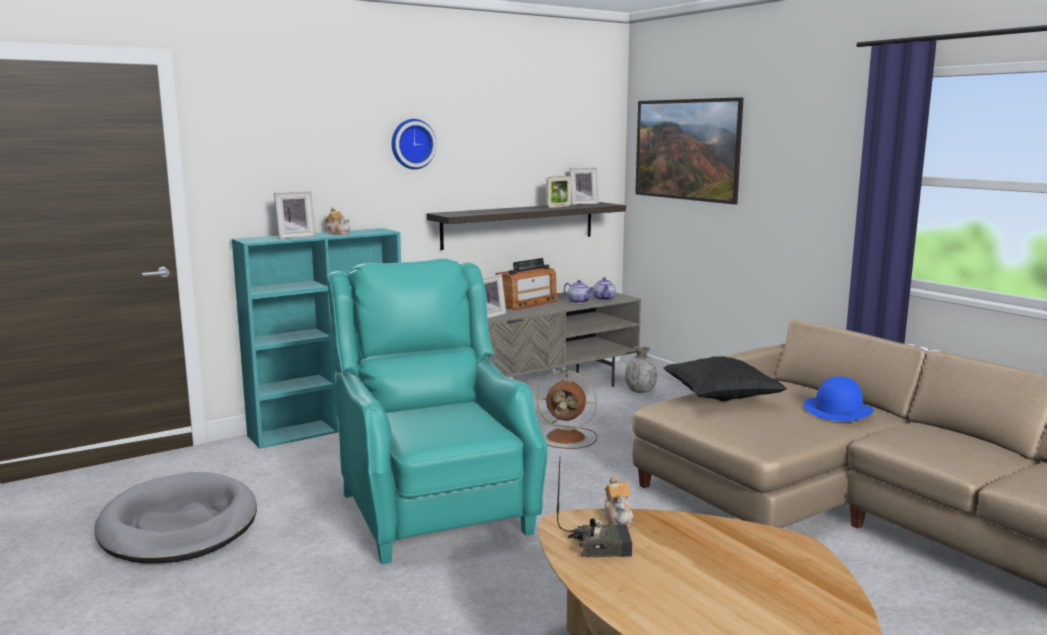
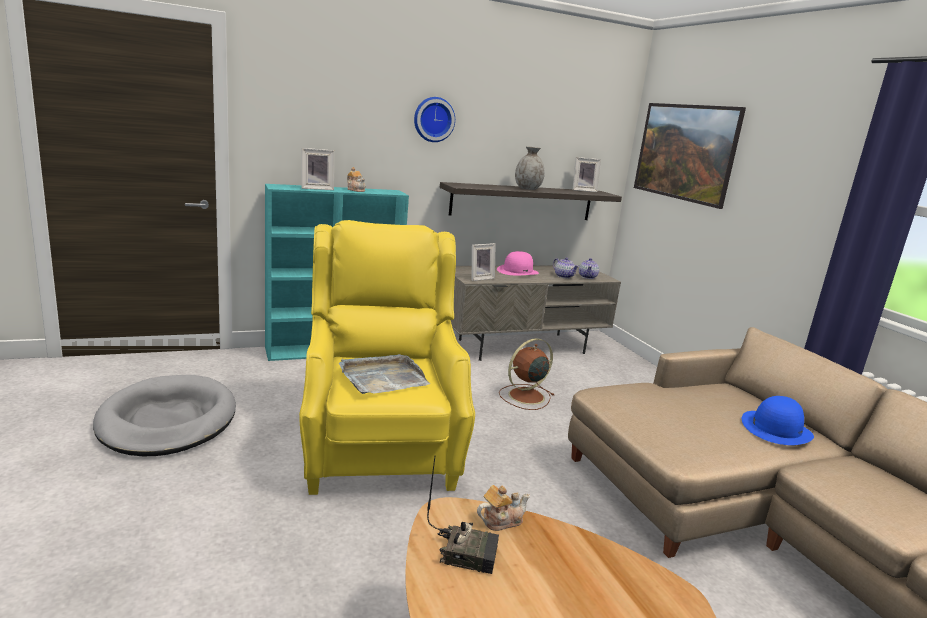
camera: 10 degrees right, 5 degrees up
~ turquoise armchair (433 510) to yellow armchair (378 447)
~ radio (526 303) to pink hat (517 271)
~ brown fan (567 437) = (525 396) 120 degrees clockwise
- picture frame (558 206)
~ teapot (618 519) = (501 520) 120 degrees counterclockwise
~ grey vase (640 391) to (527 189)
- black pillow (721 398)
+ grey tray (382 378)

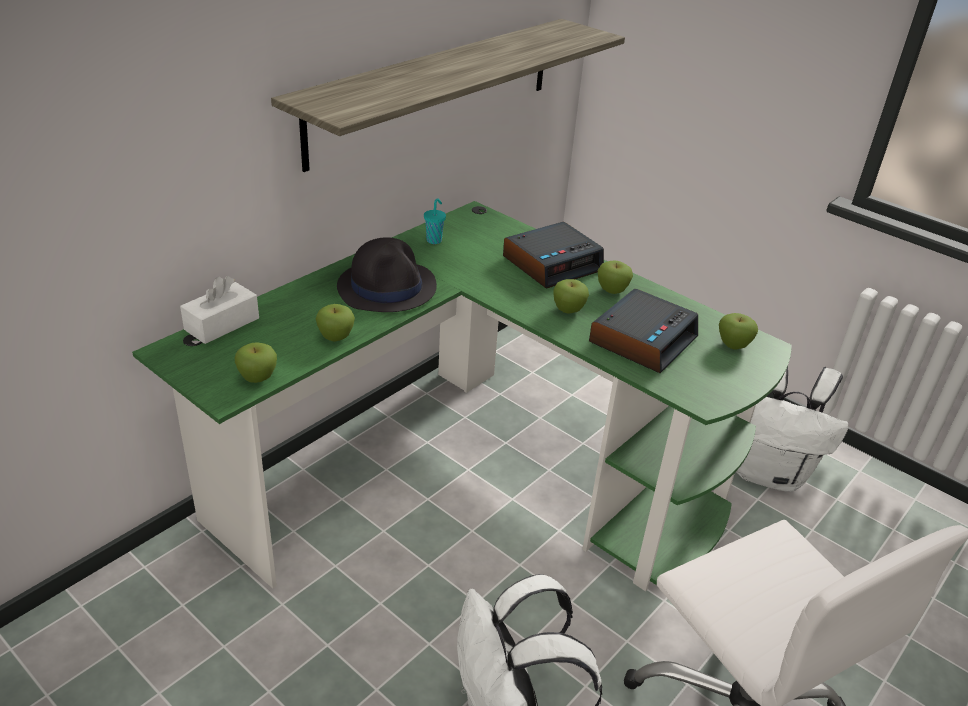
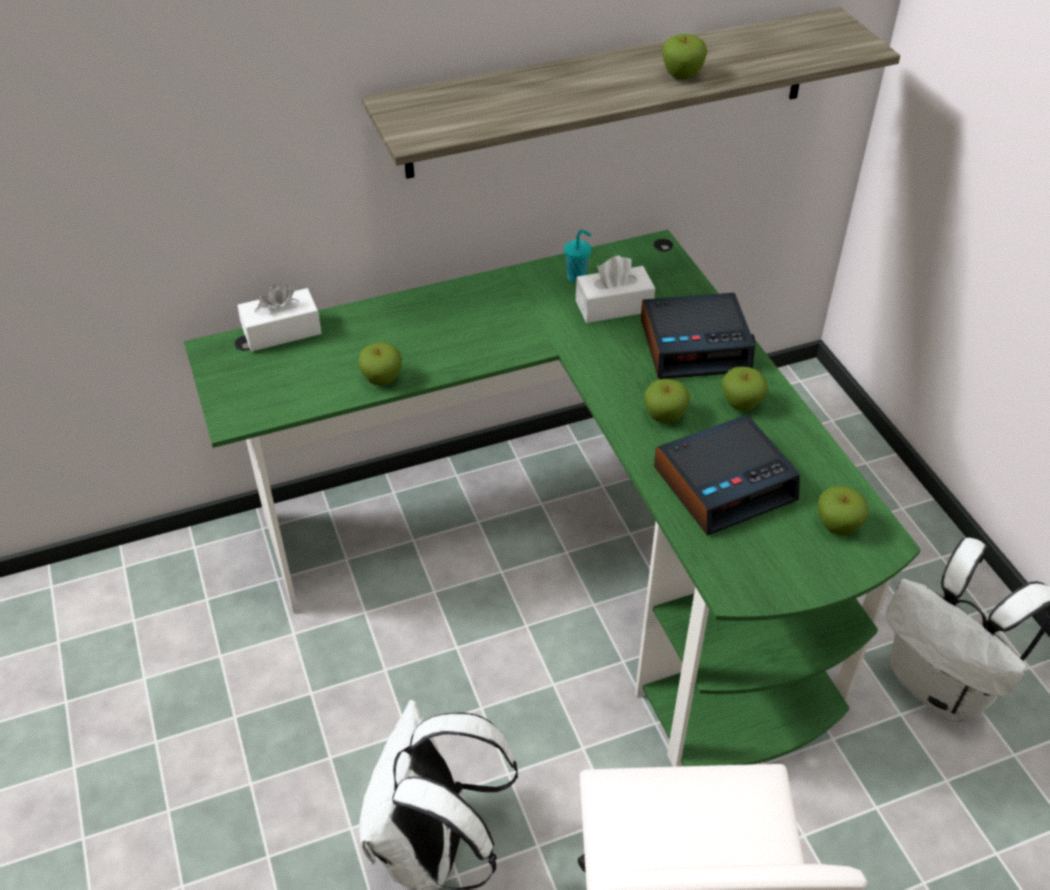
camera: 30 degrees right, 10 degrees up
~ apple (258 378) to (682 76)
- black hat (387 287)
+ white tissue box (614 306)

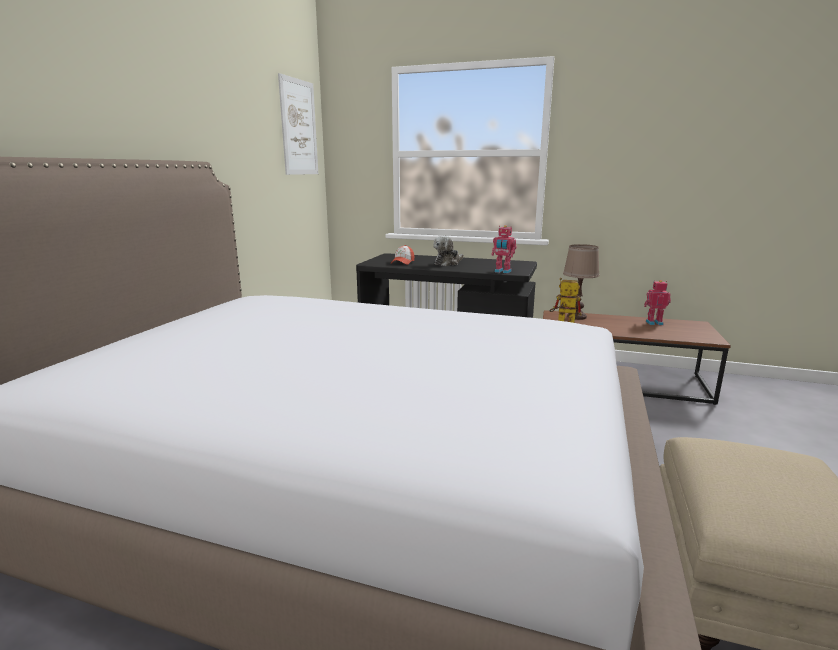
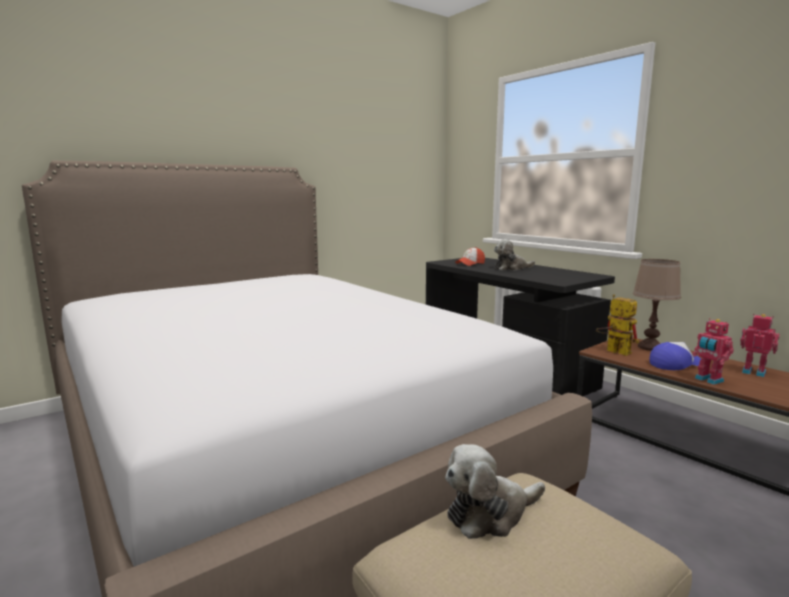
camera: 35 degrees right, 5 degrees down
- picture (299 127)
~ toy robot (502 272) to (708 380)
+ plush toy (490 514)
+ cap (675 364)

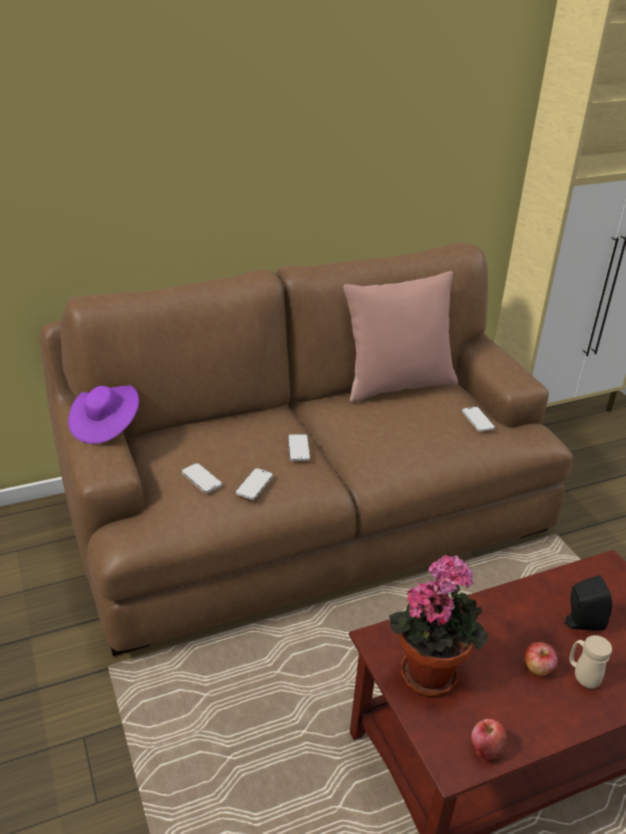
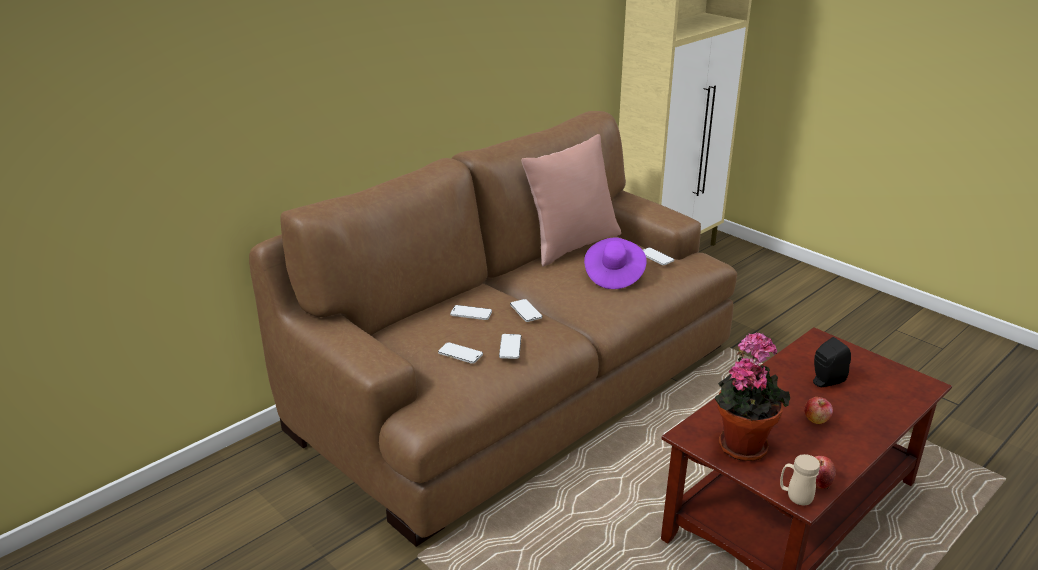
camera: 20 degrees left, 5 degrees down
~ purple hat (105 426) to (613 275)
~ beige mug (582 676) to (795 497)
+ phone (471 314)

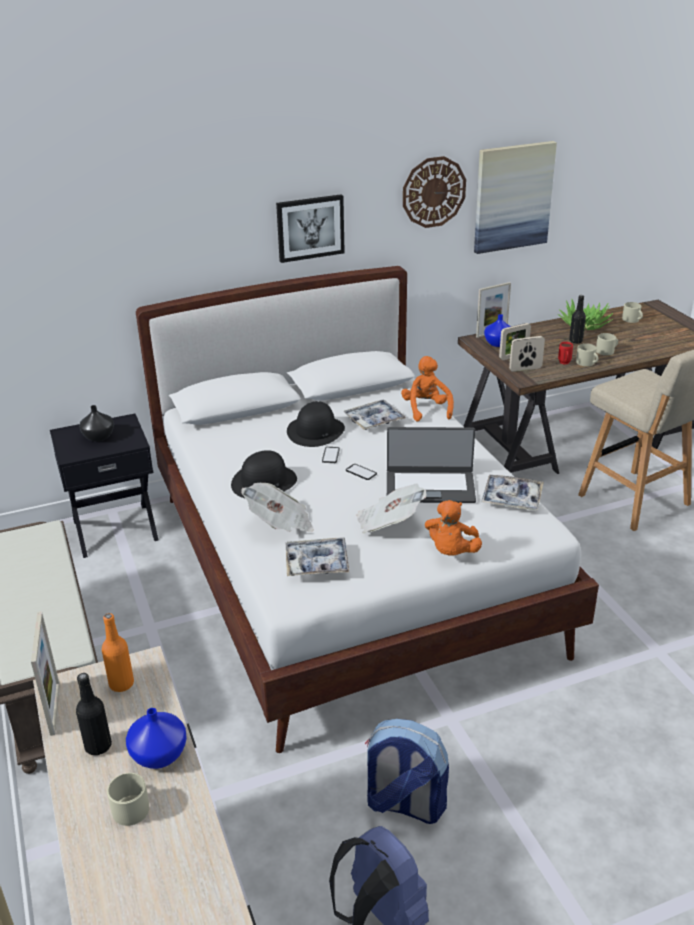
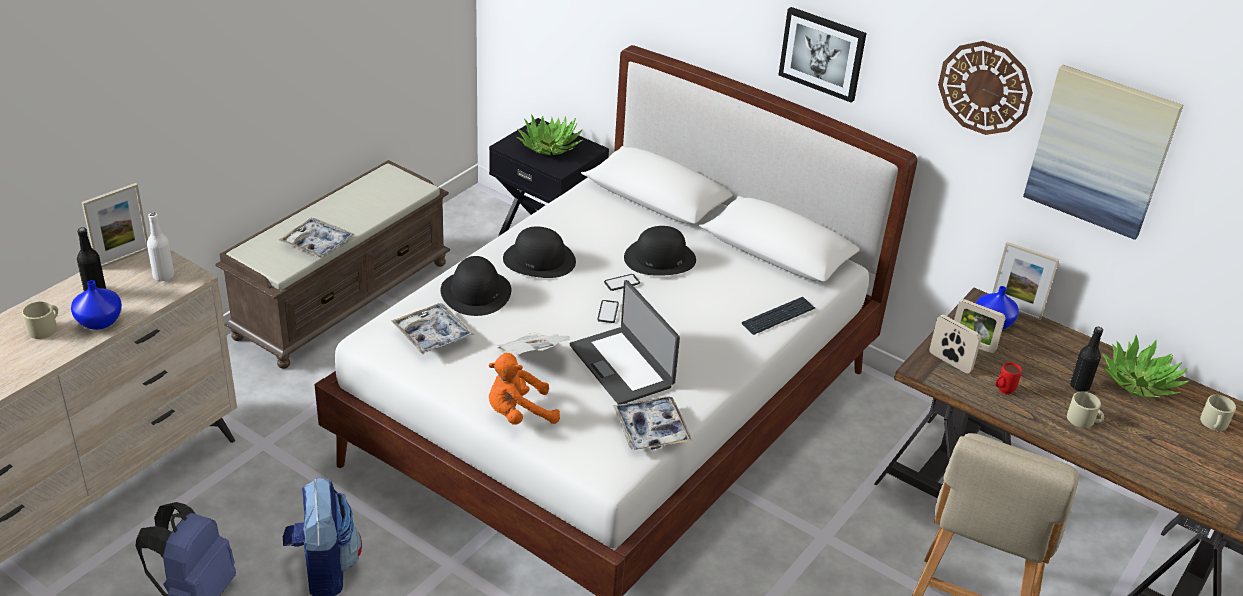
camera: 55 degrees right, 5 degrees up
~ black vase (98 437) to potted plant (549 146)
~ orange bottle (121 684) to white bottle (163 276)
~ newspaper (280 524) to black hat (476 292)
~ tray (374 420) to (317 243)
~ orange plush toy (426 409) to keyboard (778 317)
- beige mug (587 363)

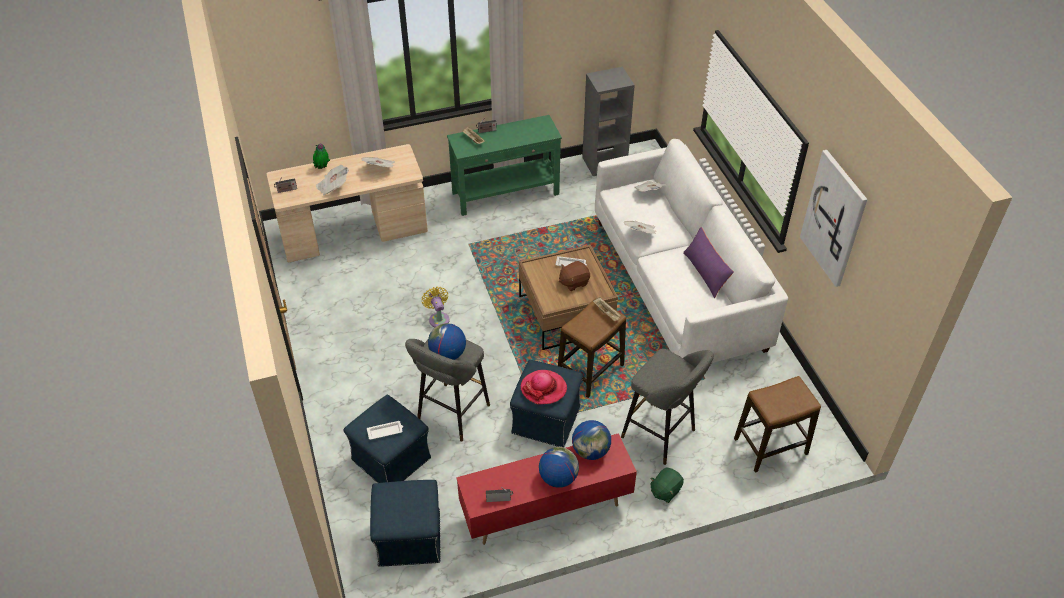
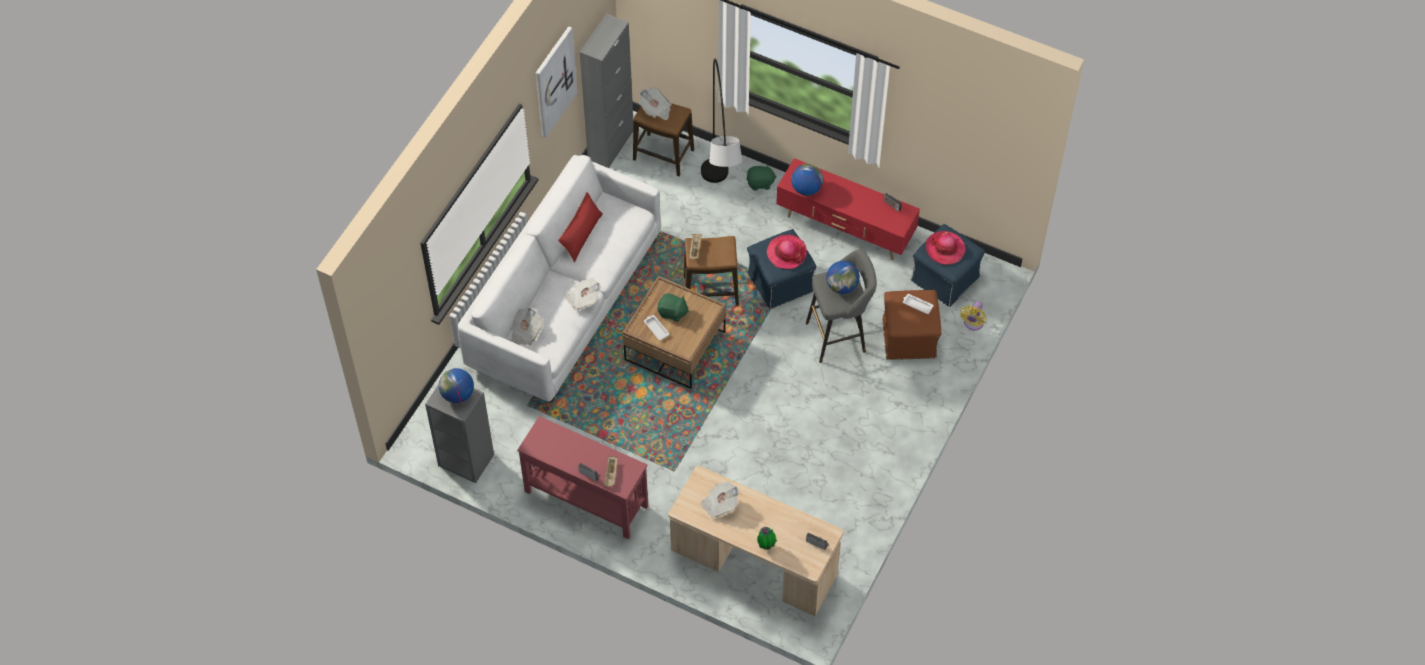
camera: 135 degrees left, 10 degrees up
~ newspaper (333 187) to (656 110)
~ blue ottoman (390 458) to brown ottoman (909 338)
~ yellow fan (438 318) to (973 324)
~ green console table (506 194) to red console table (585 498)
~ globe (558 478) to (457 395)
~ brown plush toy (573 282) to green plush toy (672 313)
~ grey stool (661 435) to grey floor lamp (720 214)
~ purple pillow (705 272) to red pillow (581 235)
+ grey cabinet (611 145)
+ hat (945 249)

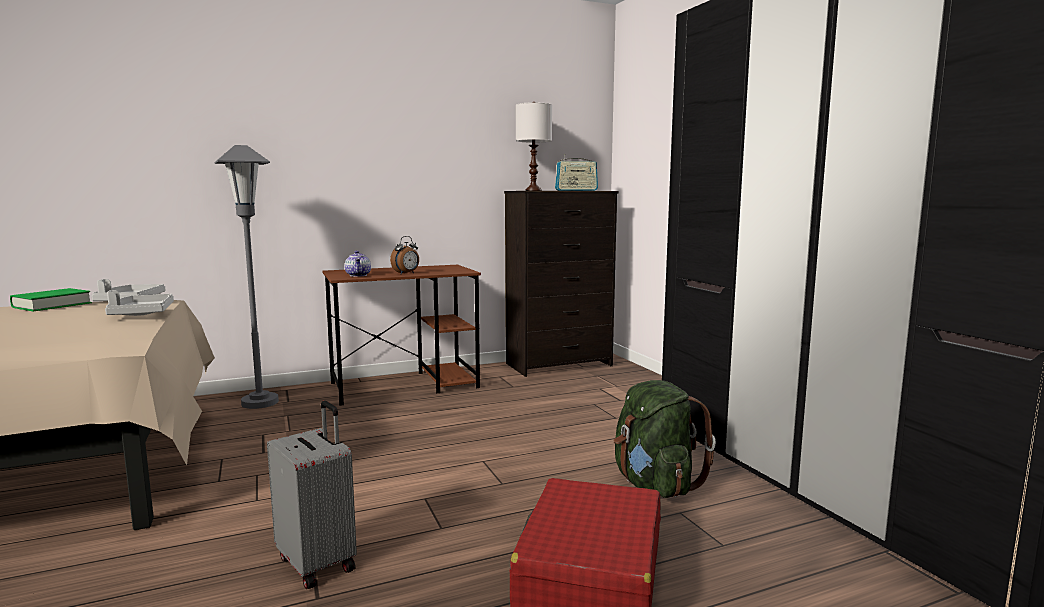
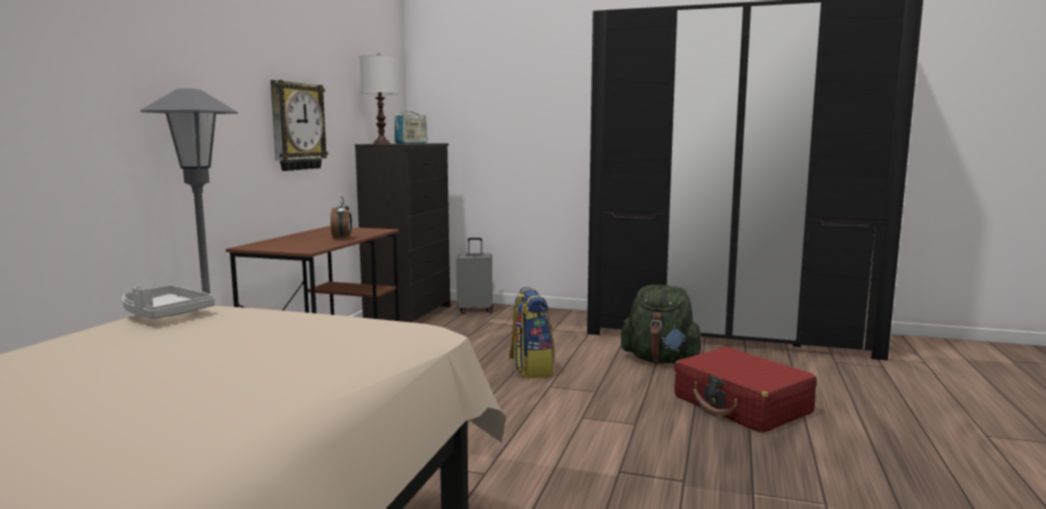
camera: 50 degrees left, 0 degrees up
- green book (52 305)
- grey tray (142 314)
~ grey suitcase (318 562) to (475 310)
- teapot (358 275)
+ wall clock (296 126)
+ backpack (530 369)

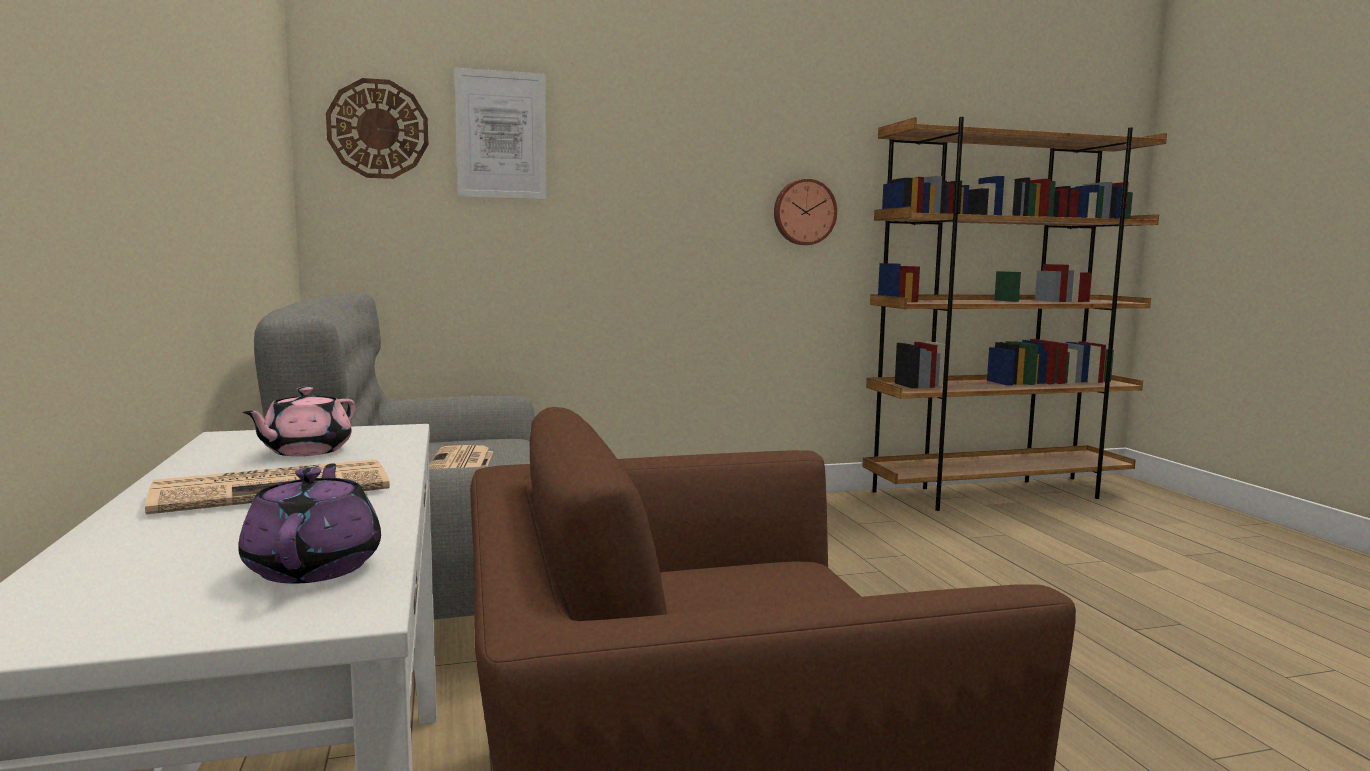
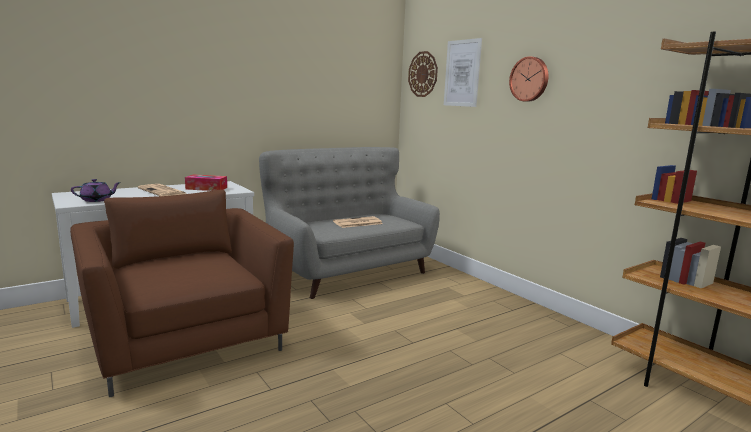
camera: 70 degrees right, 5 degrees up
~ pink teapot (305 451) to tissue box (206 188)
~ wall clock (804 212) to (530 79)

